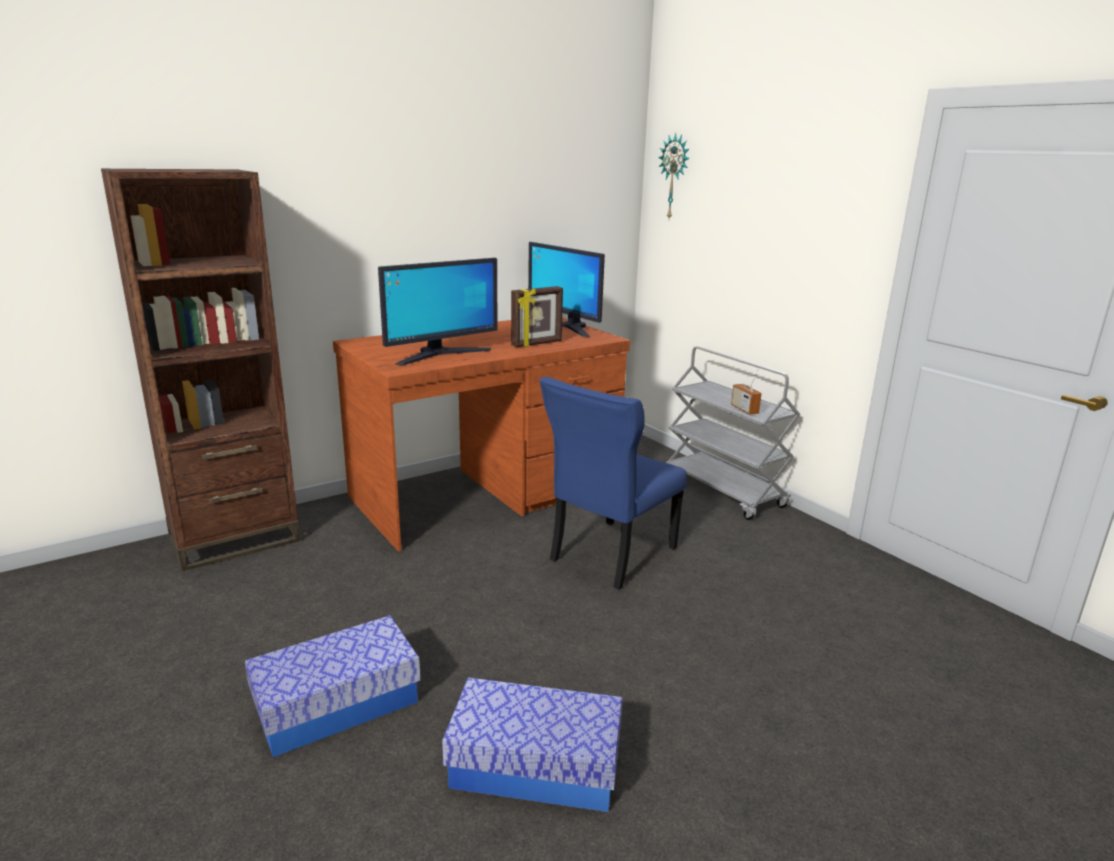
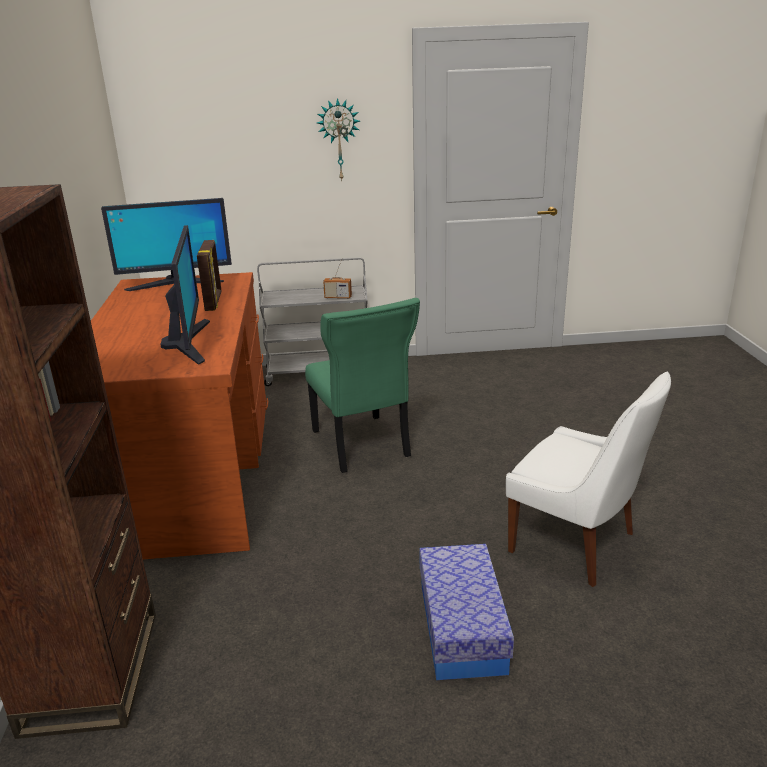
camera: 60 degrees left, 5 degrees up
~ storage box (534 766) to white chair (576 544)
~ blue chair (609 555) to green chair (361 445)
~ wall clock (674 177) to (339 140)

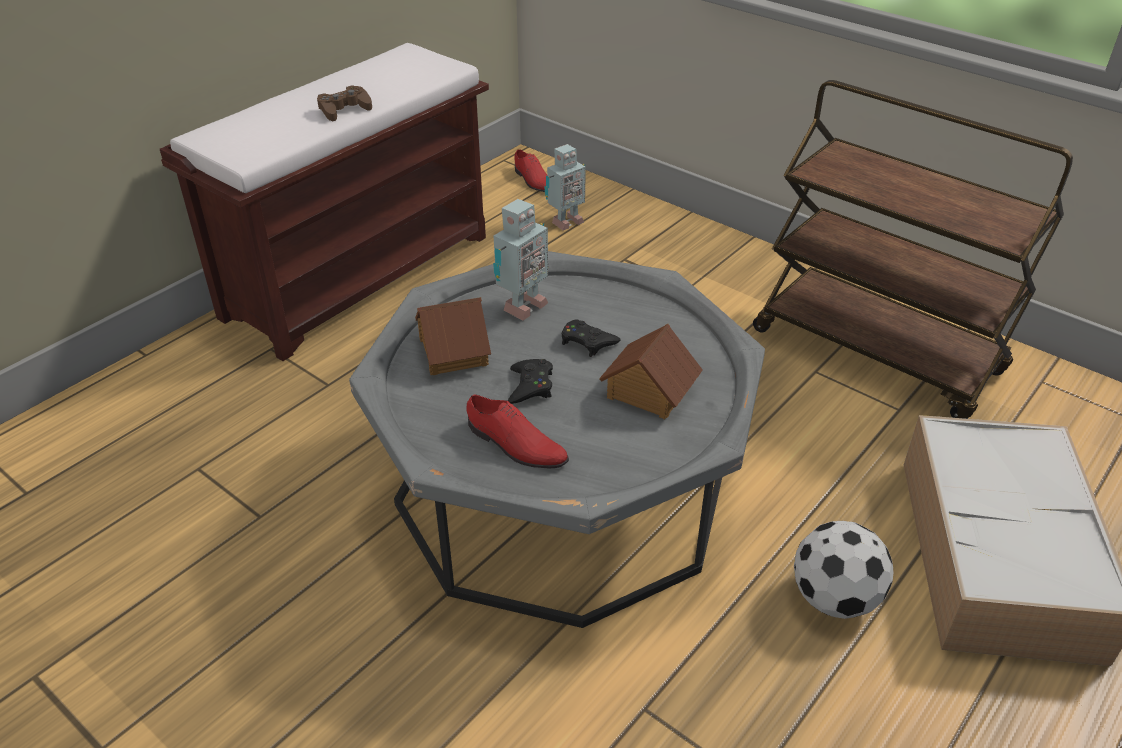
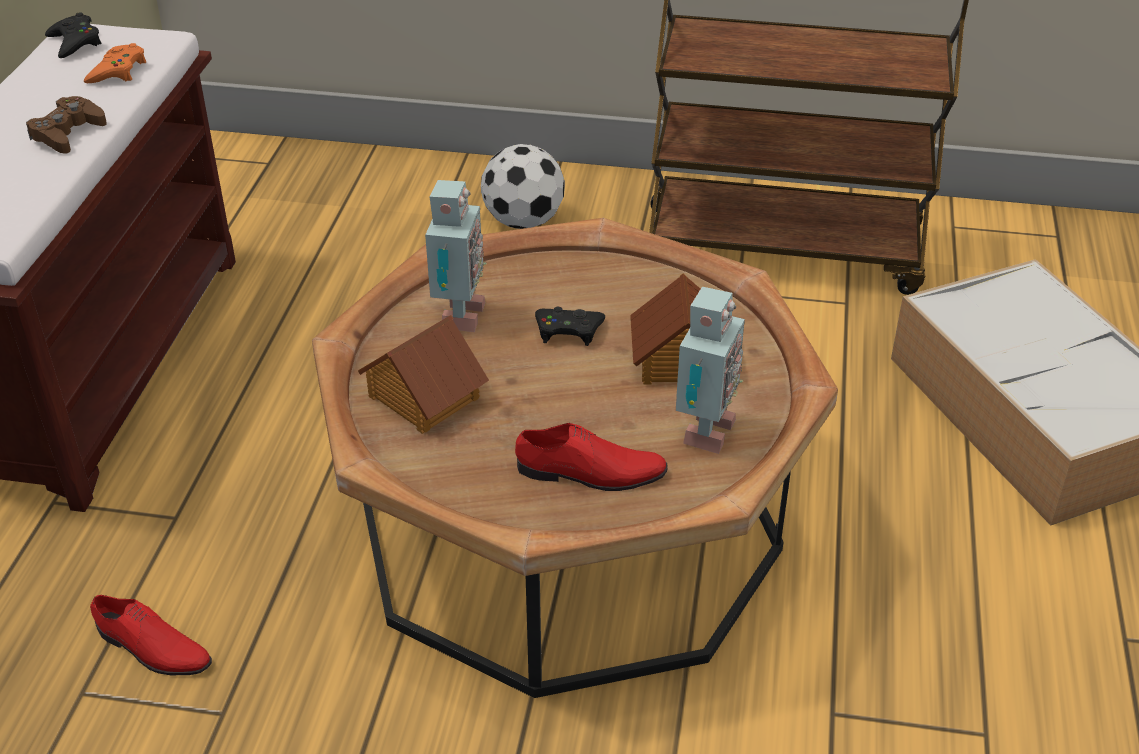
camera: 30 degrees left, 0 degrees up
~ grey coffee table (561 491) to brown coffee table (569 527)
~ black game controller (530 386) to (75 42)
~ red shoe (533 180) to (151 648)
~ toy robot (565 222) to (703 432)
~ football (833 598) to (523 221)
+ orange game controller (118 71)

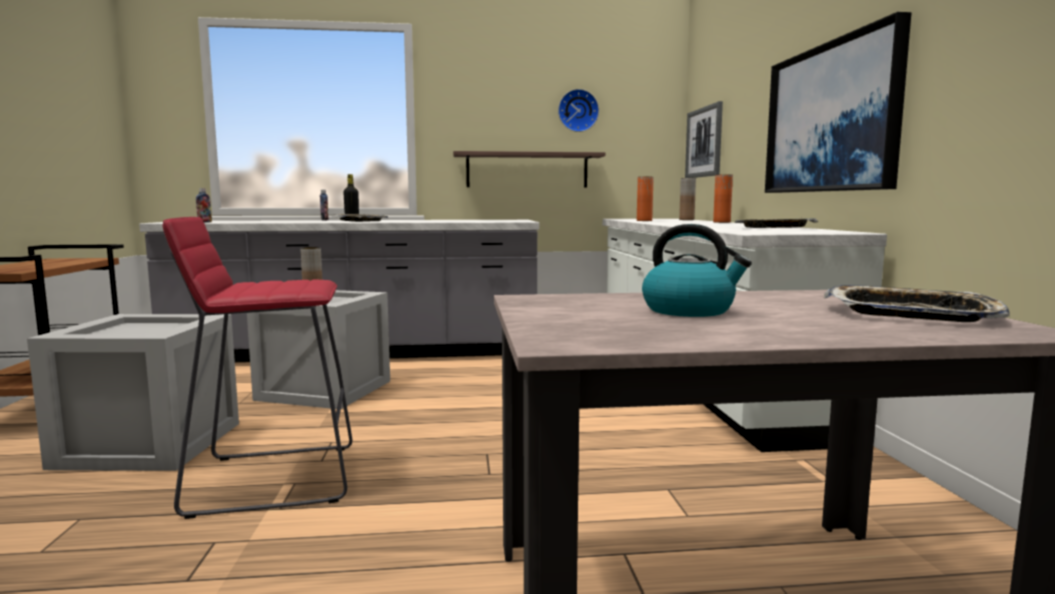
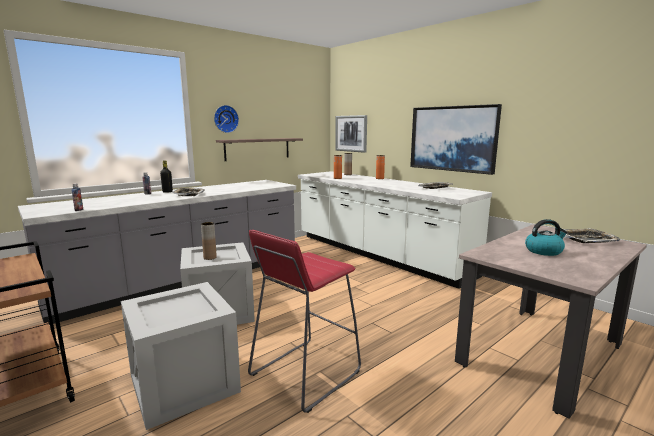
camera: 35 degrees left, 5 degrees up
~ wall clock (578 111) to (225 119)

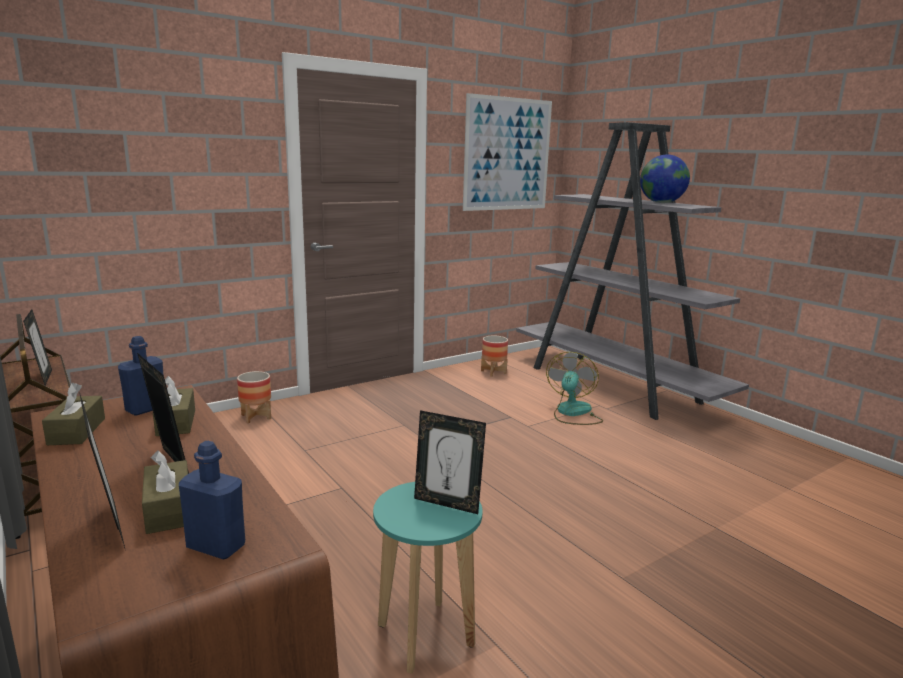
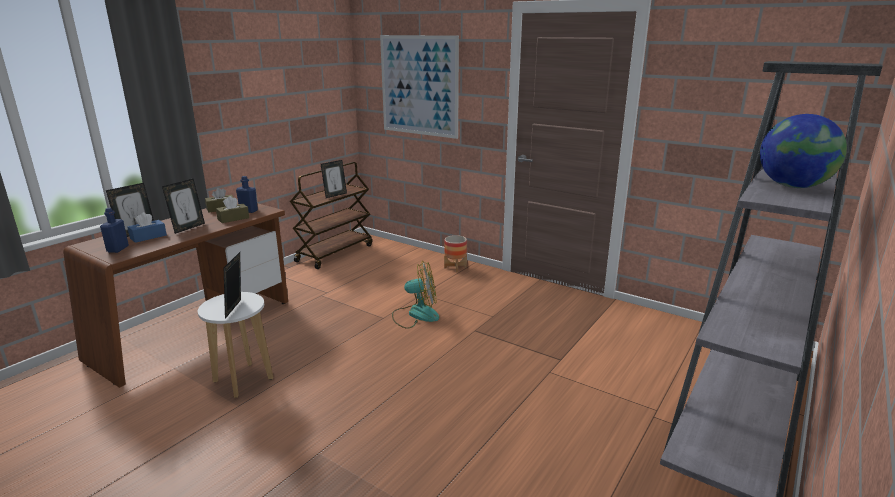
camera: 70 degrees right, 5 degrees up
~ brown tissue box (169 509) to blue tissue box (148 237)
~ turquoise stool (426 636) to white stool (243 380)
~ picture (507 154) to (419 86)
- planter (493 372)
~ fan (573 413) to (416 315)

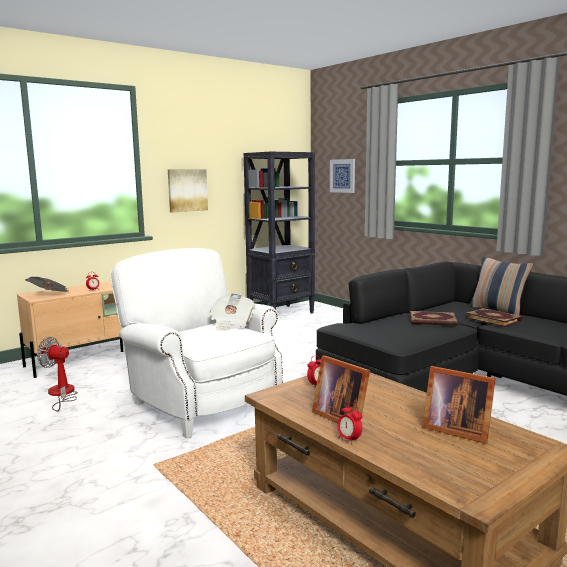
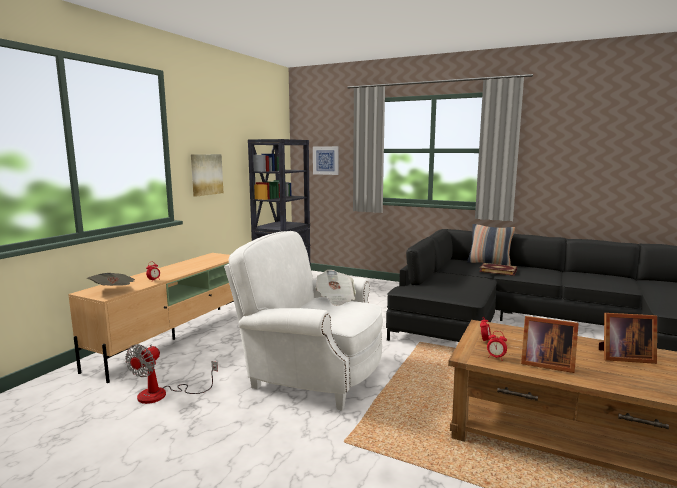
camera: 25 degrees left, 0 degrees up
~ fan (61 394) = (163 394) 60 degrees counterclockwise
~ alarm clock (349 440) to (495 358)
- book (432 321)

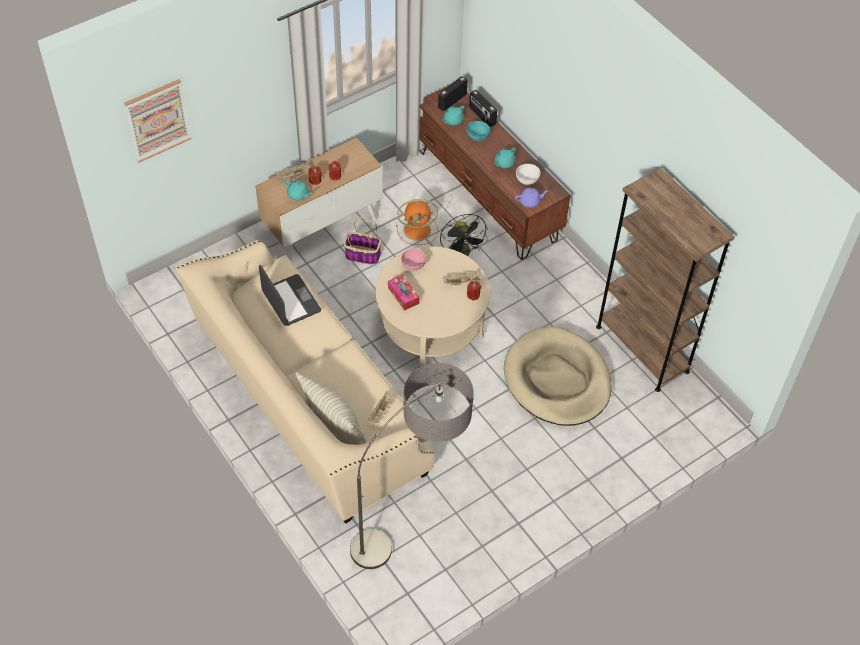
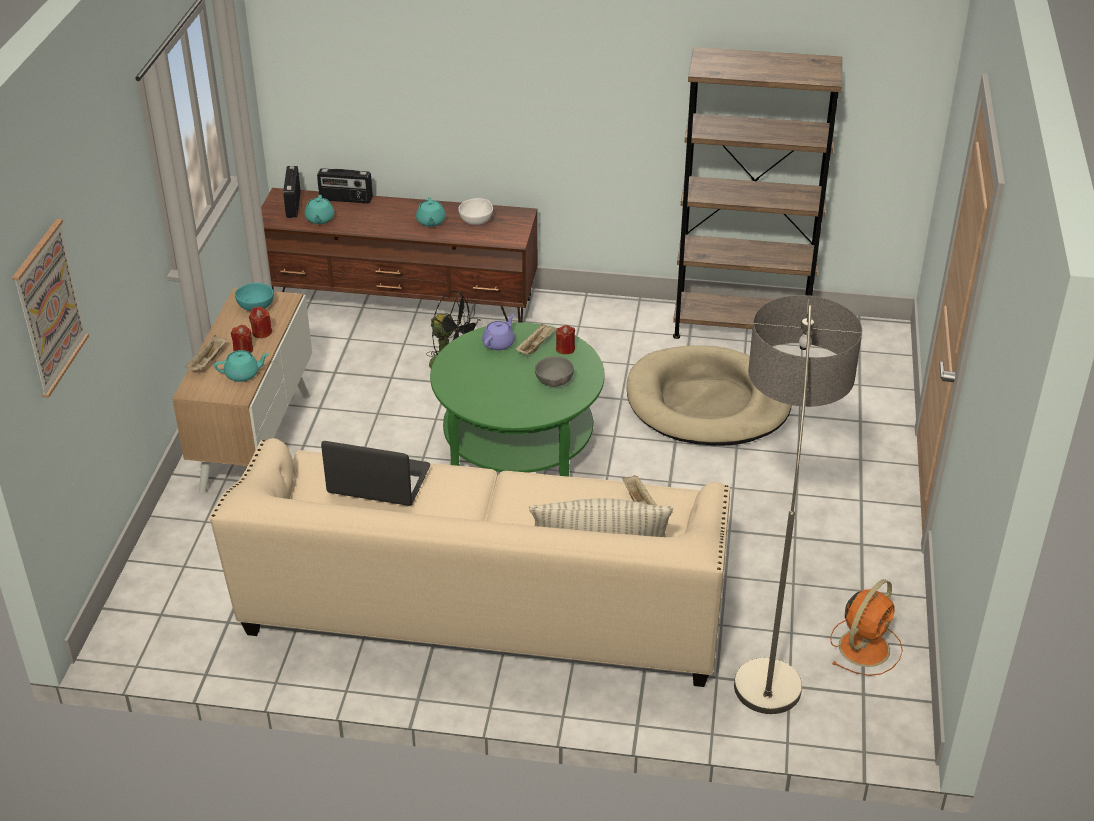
camera: 45 degrees left, 15 degrees down
- basket (362 255)
~ beige coffee table (431 328) to green coffee table (518 447)
- tissue box (403 295)
~ orange fan (418 230) to (865 646)
- pink bowl (412 264)
~ turquoise bowl (477 136) to (255 307)
~ purple teapot (530 202) to (499 343)
+ grey bowl (554 382)

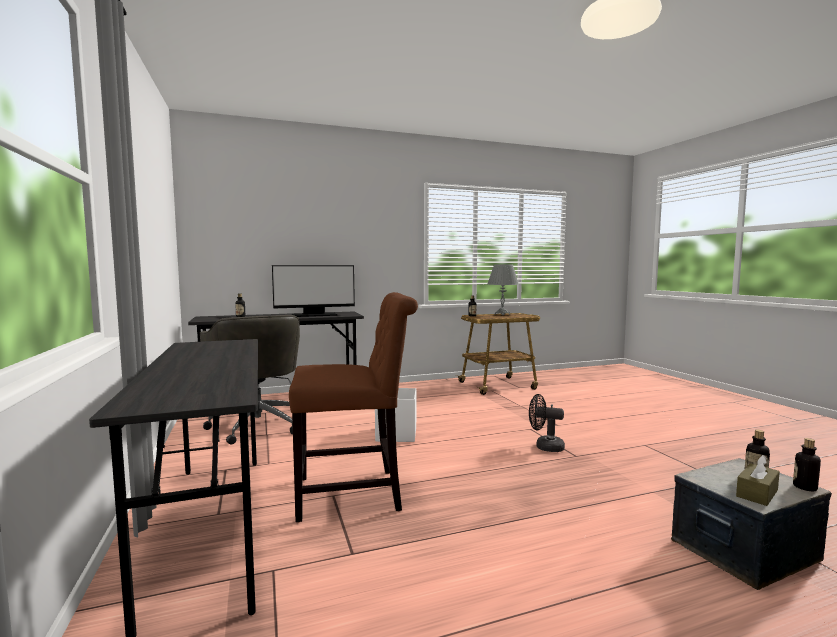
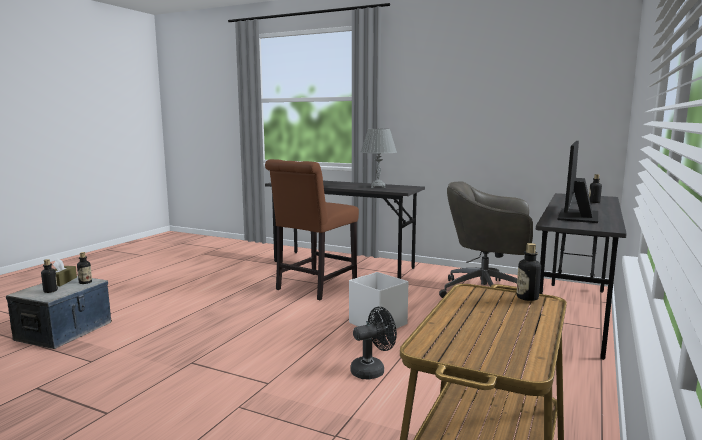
camera: 135 degrees right, 5 degrees up
~ grey table lamp (502 314) to (378 187)
~ black fan (545 447) to (372 370)
~ bottle (805 487) to (85 282)

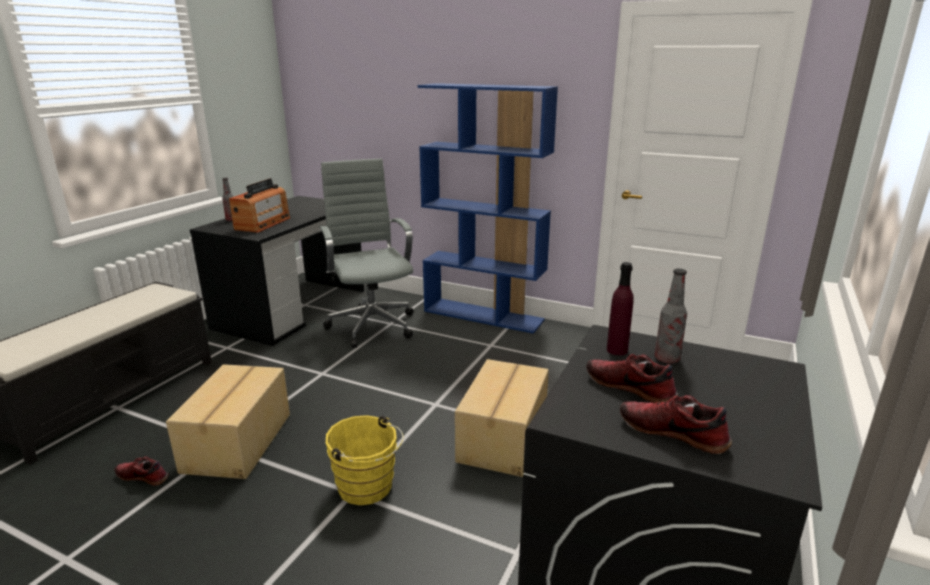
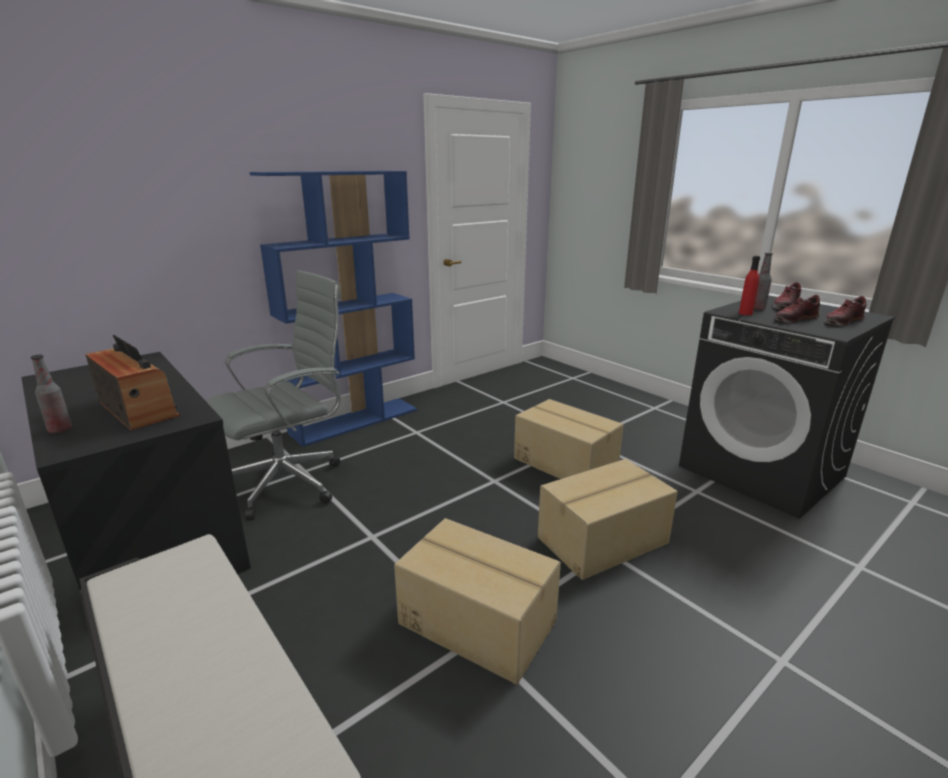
camera: 65 degrees left, 0 degrees up
~ shoe (144 476) to (785 306)
~ grey office chair (371 324) = (290 483) 135 degrees clockwise
~ yellow bucket (368 488) to cardboard box (604 541)
~ purple bottle (617 350) to red bottle (745 313)

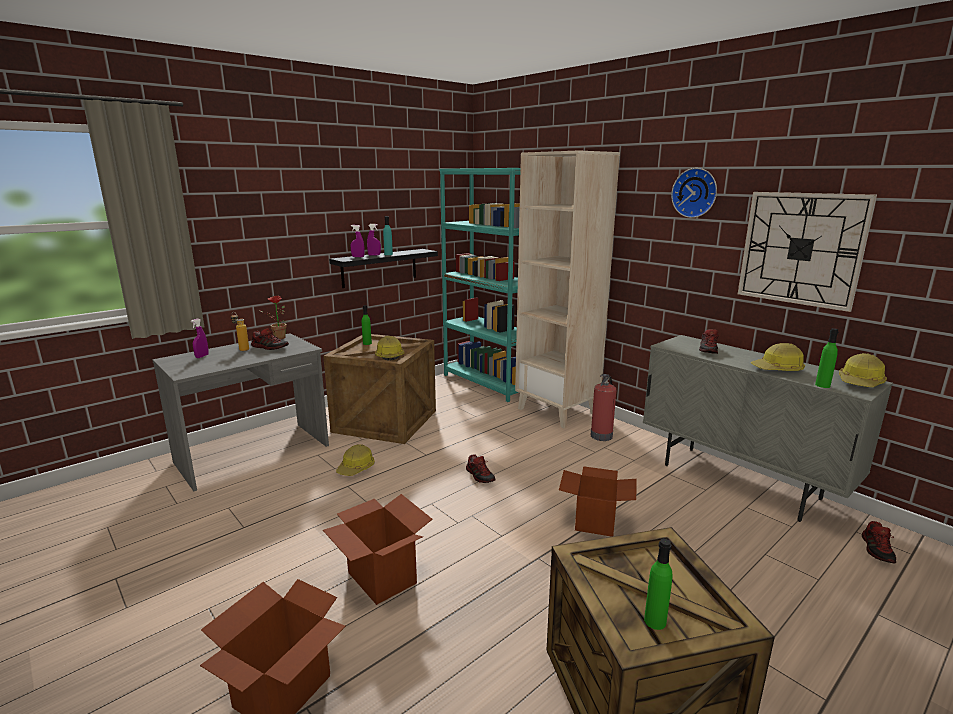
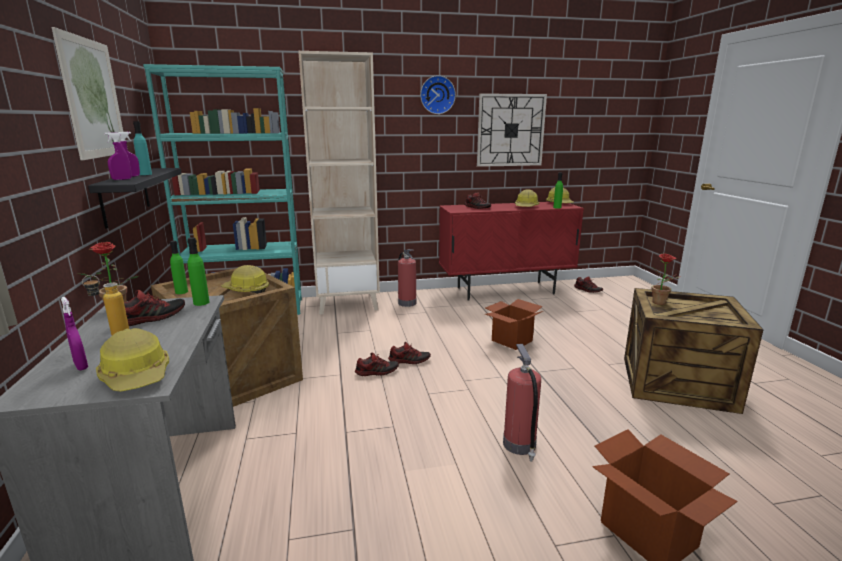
camera: 60 degrees left, 0 degrees up
~ cardboard box (381 577) to fire extinguisher (520 445)
~ hard hat (356 468) to (137 376)
~ grey cabinet (739 481) to red cabinet (505 291)
~ green bottle (655 621) to (201 303)
+ picture (93 98)
+ shoe (377 372)
+ potted plant (661 303)

